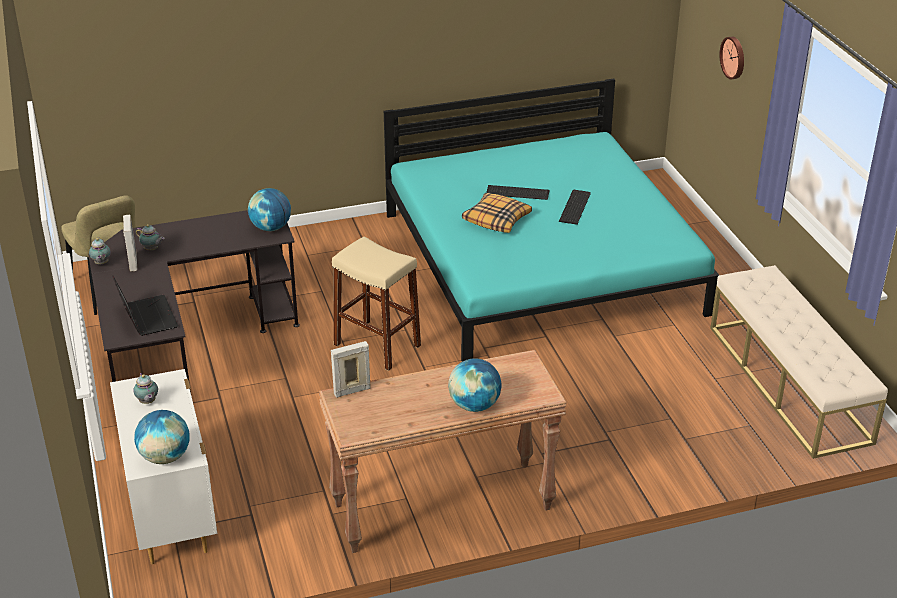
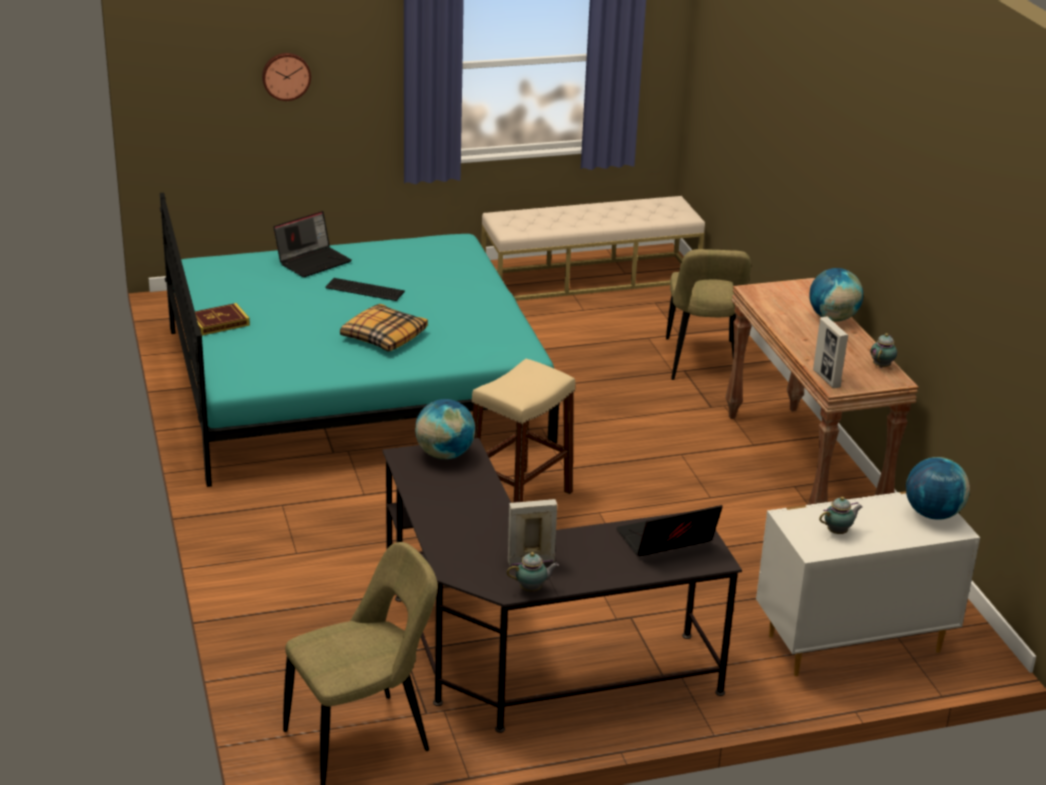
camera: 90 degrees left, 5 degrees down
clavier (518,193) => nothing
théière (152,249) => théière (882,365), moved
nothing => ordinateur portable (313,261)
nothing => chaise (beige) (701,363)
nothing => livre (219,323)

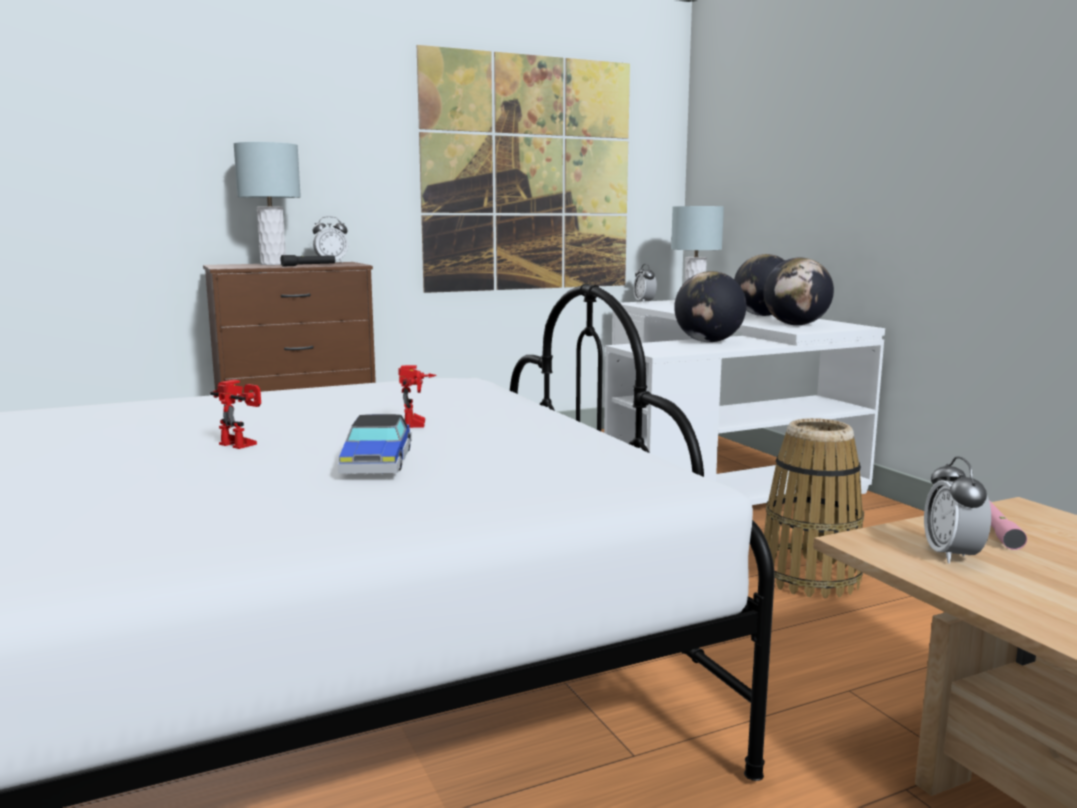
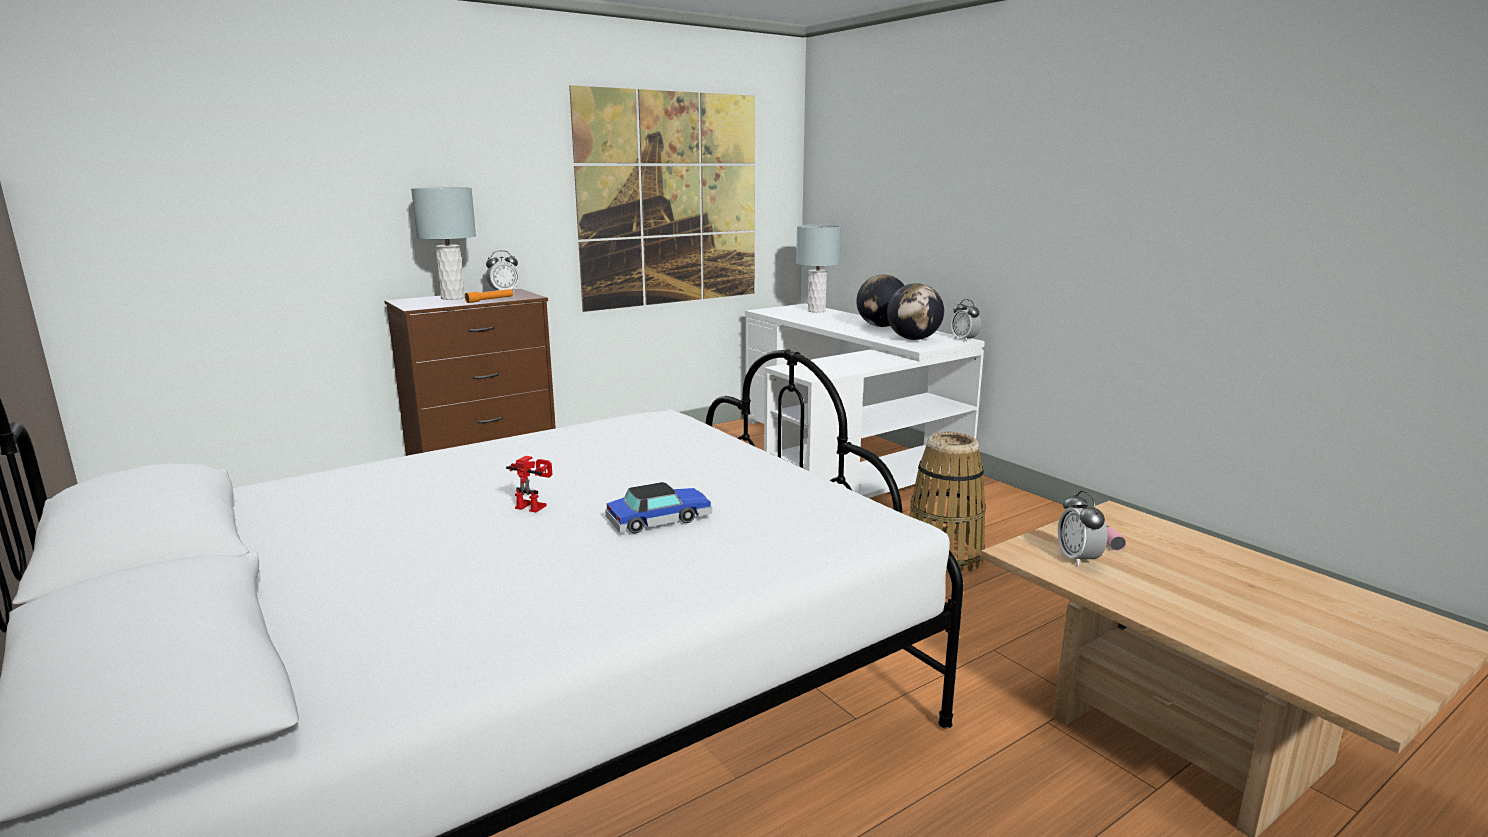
camera: 10 degrees left, 5 degrees up
lampe de poche (noir) (309,265) => lampe de poche (orange) (490,300)
réveil (644,302) => réveil (964,340), moved
globe (708,341) => nothing
robot jouet (418,424) => nothing
petite voiture (377,462) => petite voiture (659,519), 105 degrees counterclockwise

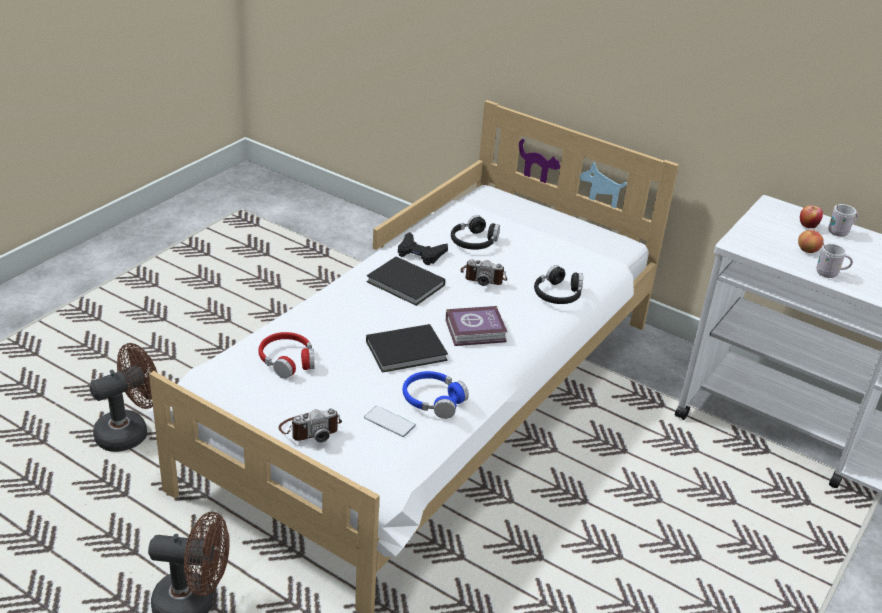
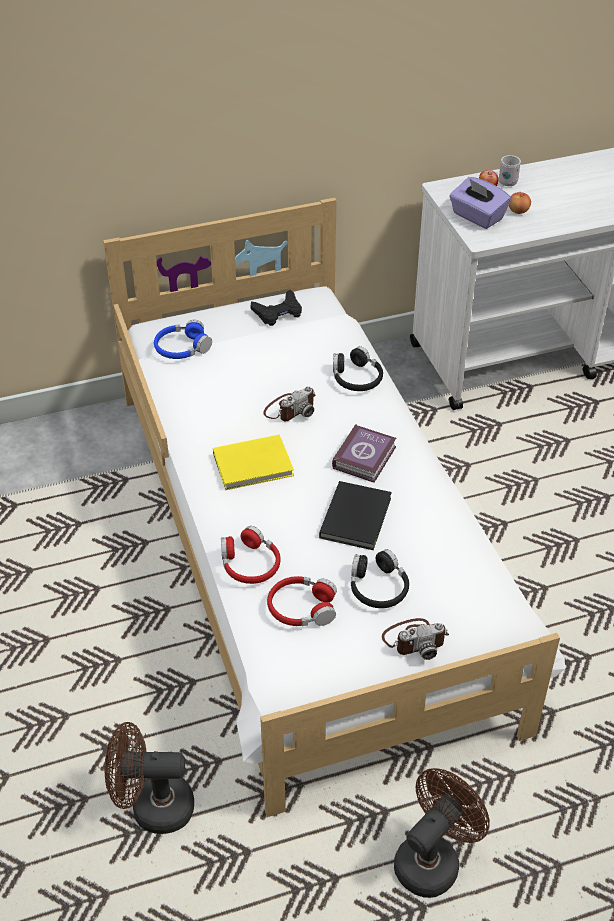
camera: 50 degrees left, 10 degrees up
casque audio (noir) (474,242) => casque audio (noir) (378,587), moved
manette (noir) (420,253) => manette (noir) (278,312), moved
mug (blanc) (830,274) => nothing
livre (noir) (406,285) => livre (jaune) (255,465)
ventilateur (marron) (129,432) => ventilateur (marron) (152,807), 90 degrees counterclockwise
casque audio (bleu) (433,400) => casque audio (bleu) (182,348), moved
téléphone (389,422) => nothing
appareil photo (310,429) => appareil photo (414,639), 60 degrees clockwise
nothing => boîte à mouchoirs (violet) (477,217)
nothing => casque audio (rouge) (249,564)

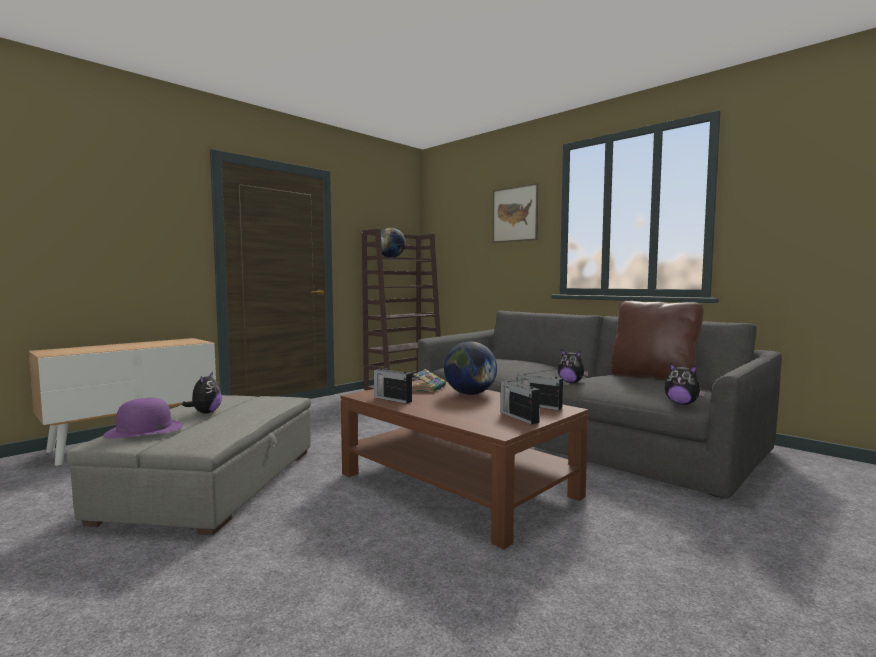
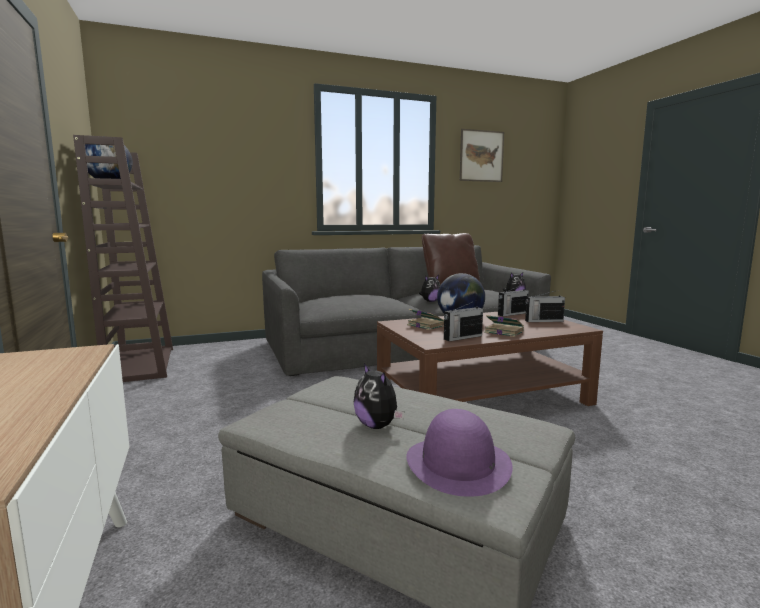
camera: 65 degrees left, 5 degrees up
tableau (515,214) => tableau (481,156), moved
peluche (205,413) => peluche (378,426), 150 degrees counterclockwise
nothing => livre (503,332)

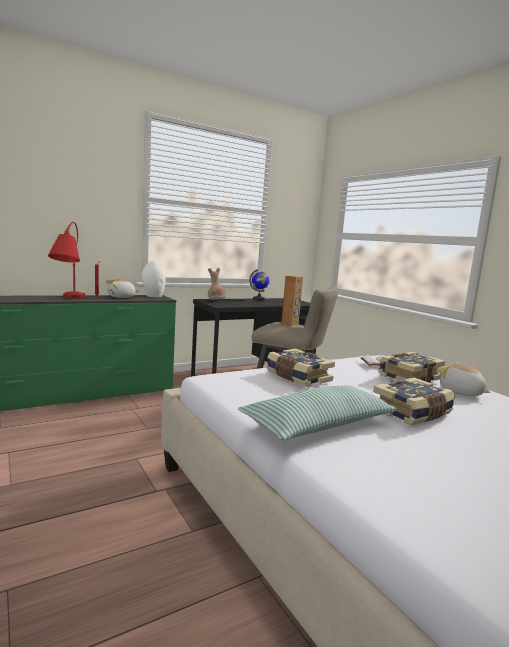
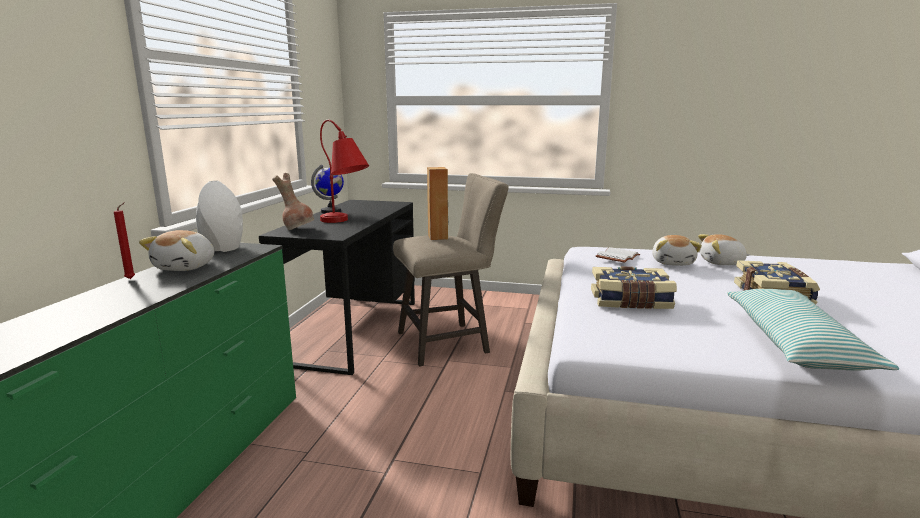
camera: 45 degrees left, 5 degrees up
lampe de table (rouge) (68,298) => lampe de table (rouge) (345,222), moved
livre (408,377) => peluche (673,263)

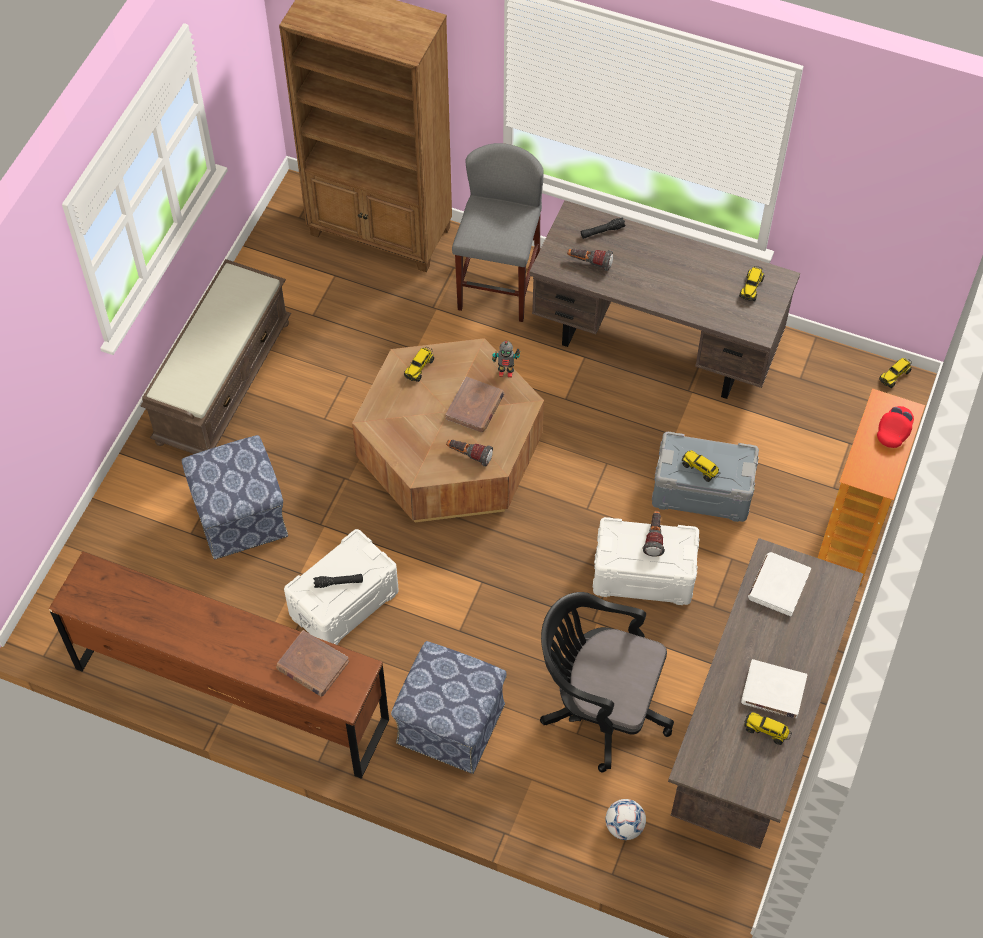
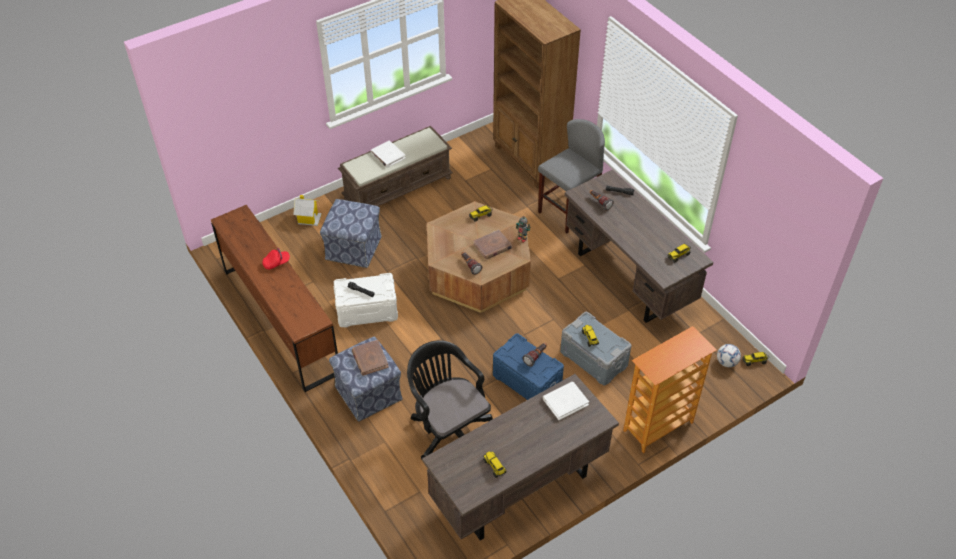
camera: 35 degrees right, 10 degrees down
casquette (rouge) (894,431) => casquette (rouge) (276,263), moved
boîte de rangement (blanc) (643,575) => boîte de rangement (bleu) (526,381)
livre (marron) (312,665) => livre (marron) (370,359), moved
livre (blanc) (773,691) => livre (blanc) (388,156), moved
ballon de foot (624,826) => ballon de foot (726,362), moved
nothing => maison miniature (308,218)

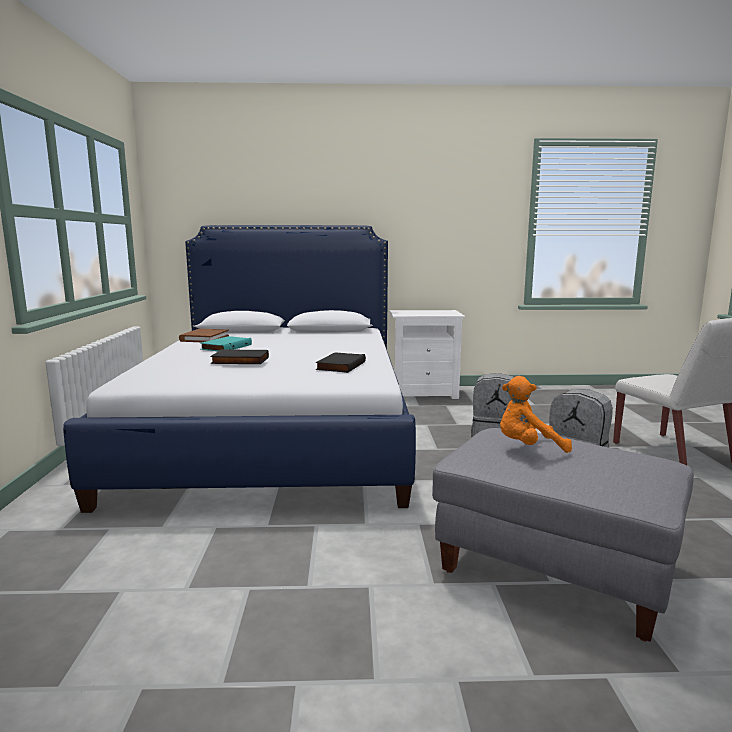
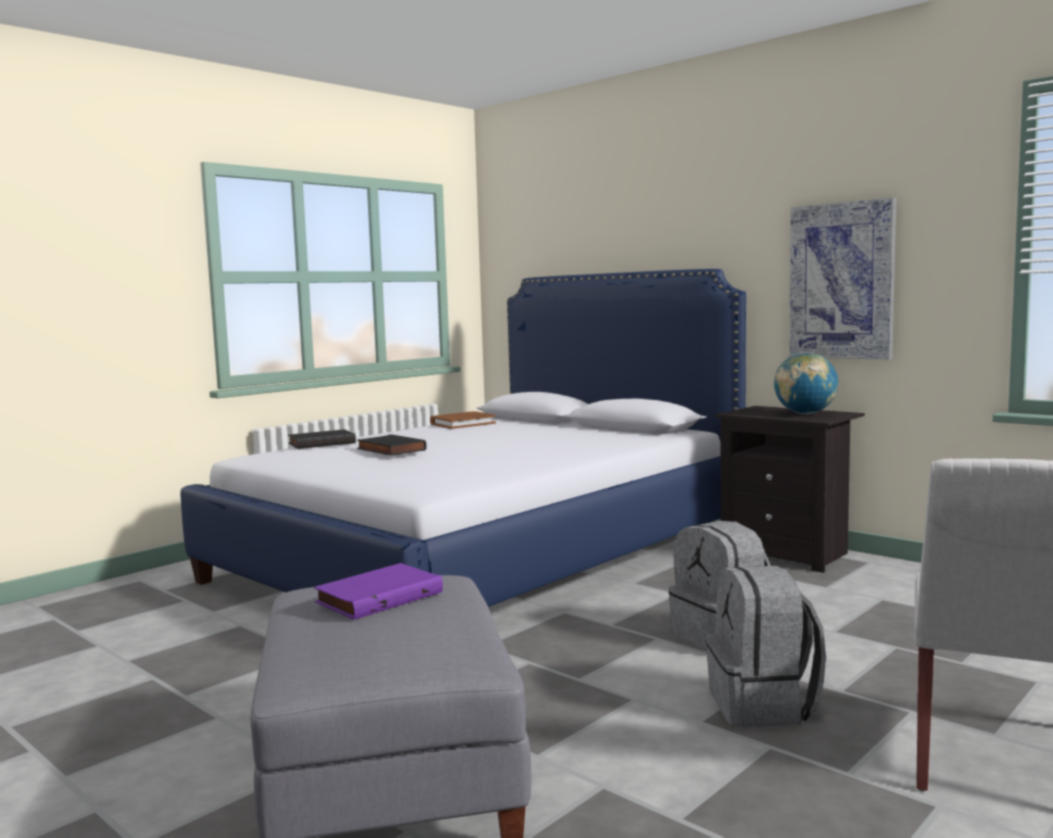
camera: 45 degrees right, 5 degrees down
table de chevet (blanc) (424,393) => table de chevet (noir) (788,553)
livre (turquoise) (226,347) => nothing
livre (noir) (340,365) => livre (noir) (322,443), moved
peluche (orange) (528,447) => livre (violet) (378,597)
nothing => tableau (842,281)
nothing => globe (805,414)

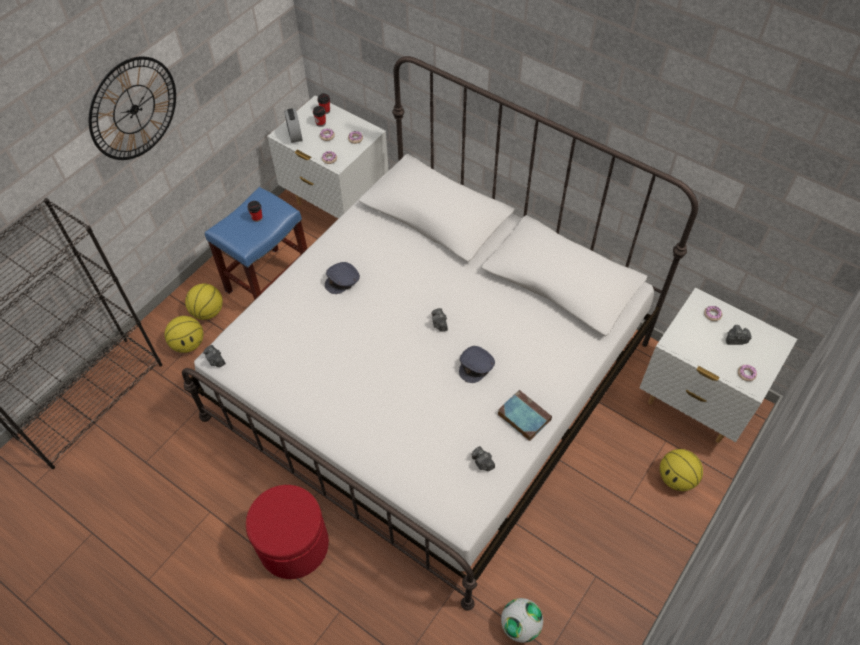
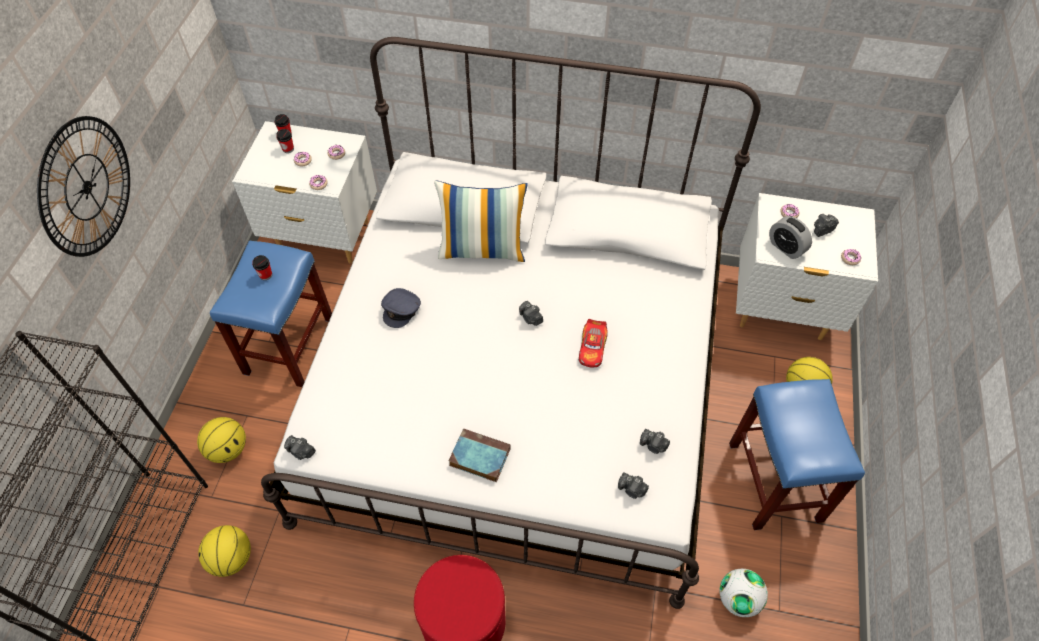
camera: 25 degrees left, 0 degrees up
réveil (295,135) => réveil (786,247), moved
ballon de basket (207,312) => ballon de basket (231,559), moved
casquette (gris) (476,366) => petite voiture (592,348)
livre (523,416) => livre (478,457), moved
nothing => coussin (482,249)
nothing => tabouret (bleu) (773,481)
nothing => appareil photo (632,489)

